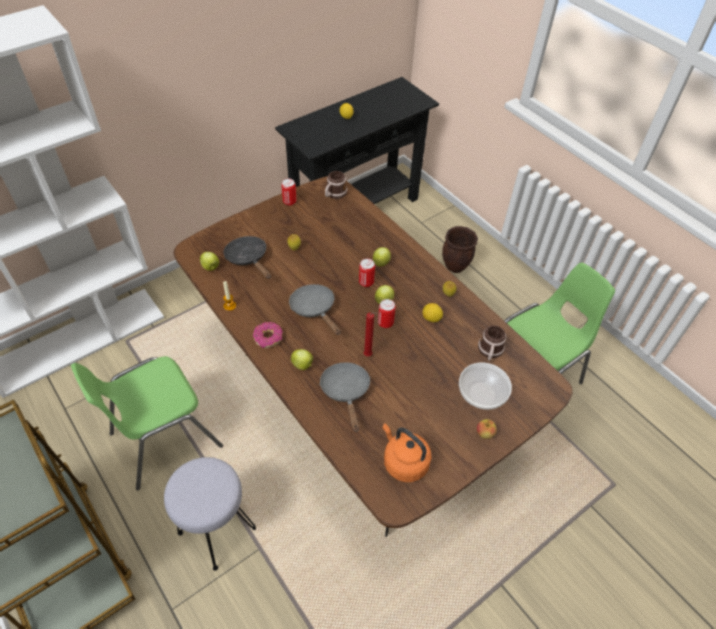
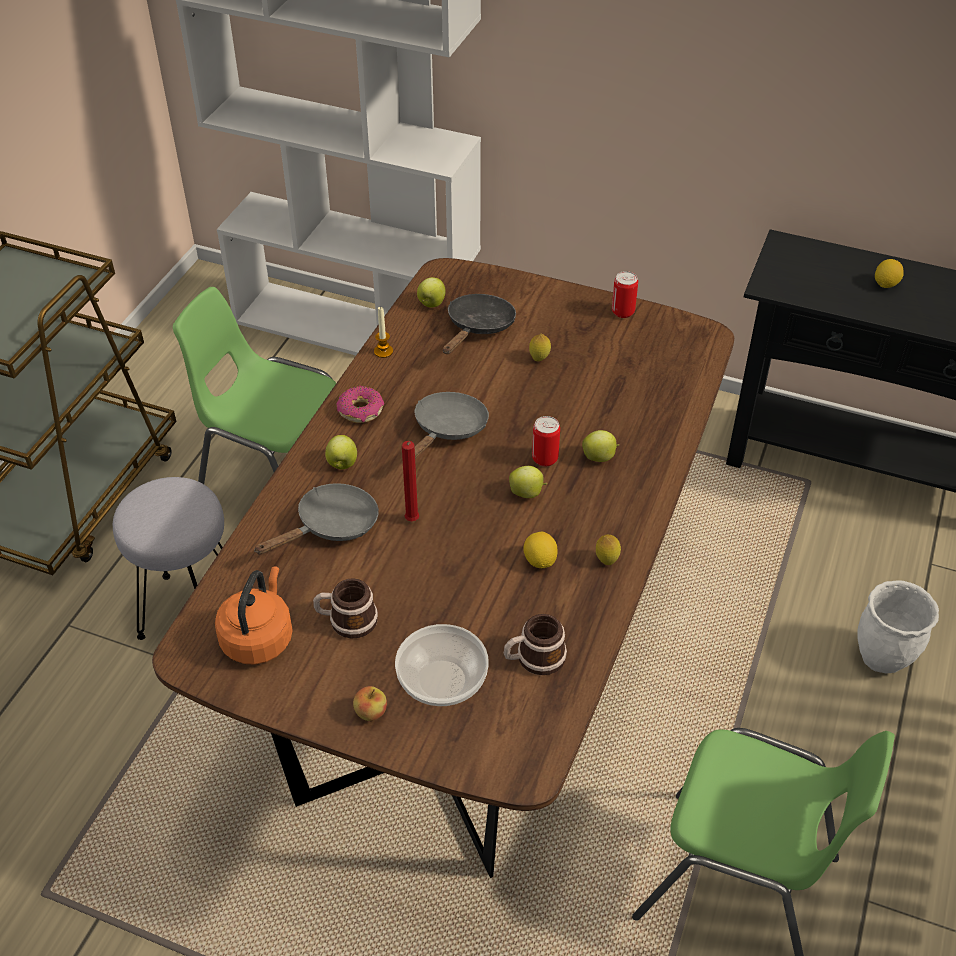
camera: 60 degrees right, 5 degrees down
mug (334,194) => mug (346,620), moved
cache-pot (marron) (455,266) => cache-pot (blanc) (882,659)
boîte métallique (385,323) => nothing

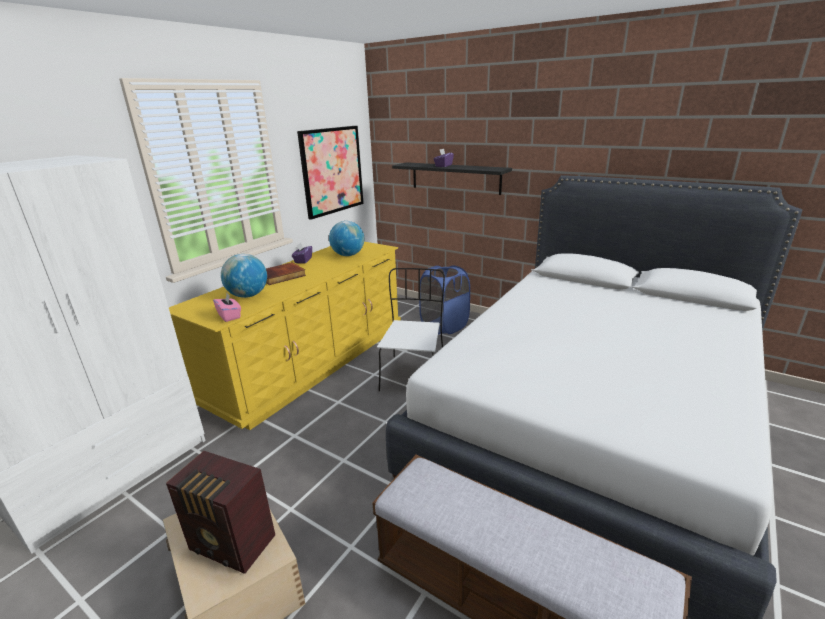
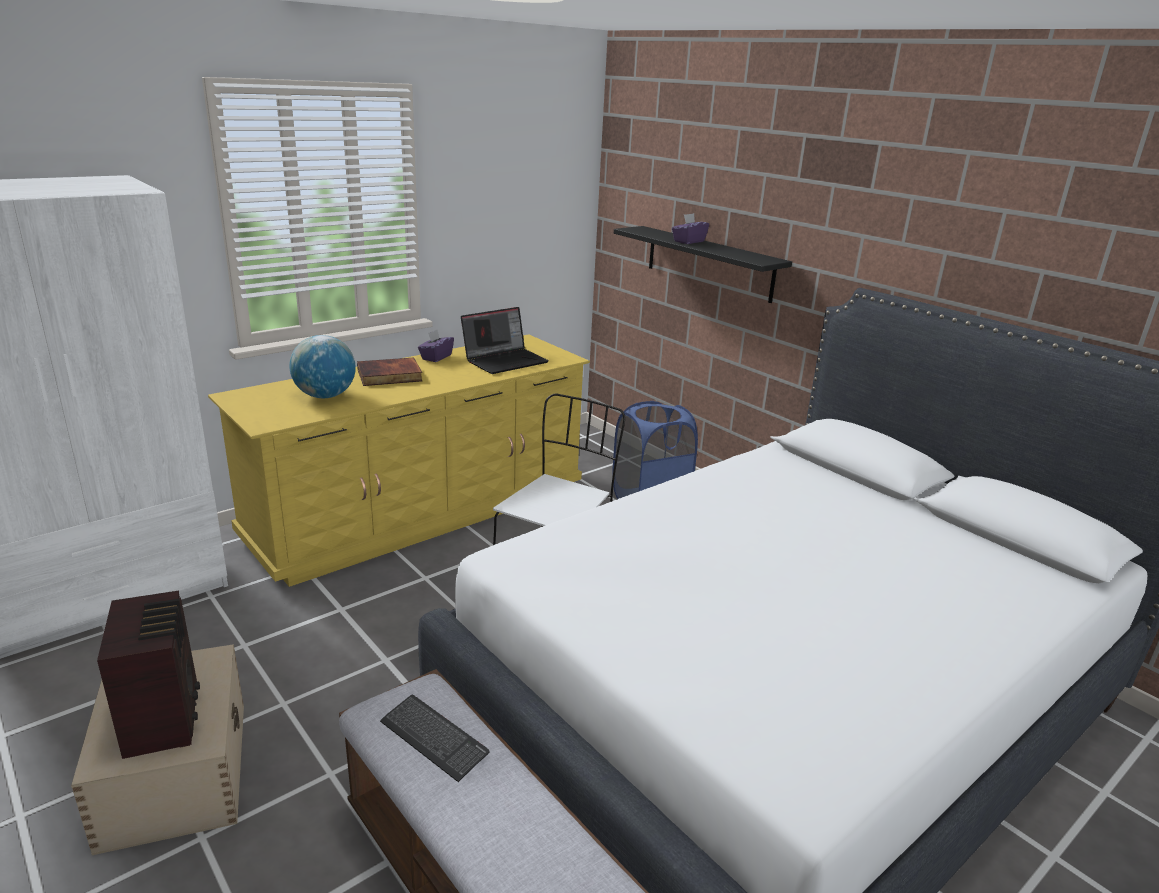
camera: 15 degrees right, 0 degrees up
tableau (332,171) => nothing
globe (348,255) => ordinateur portable (505,360)
boîte à mouchoirs (rose) (229,316) => nothing
radio (233,545) => radio (164,717), 150 degrees counterclockwise
nothing => clavier (434,738)

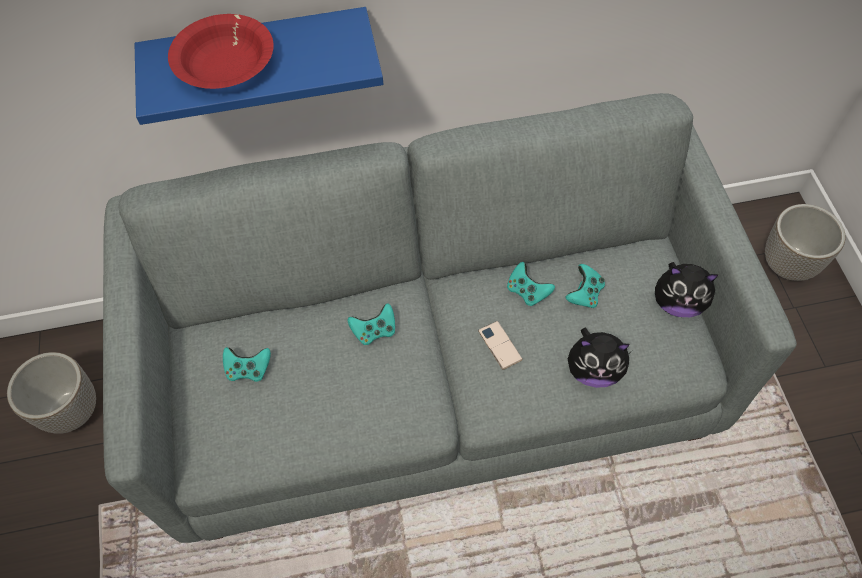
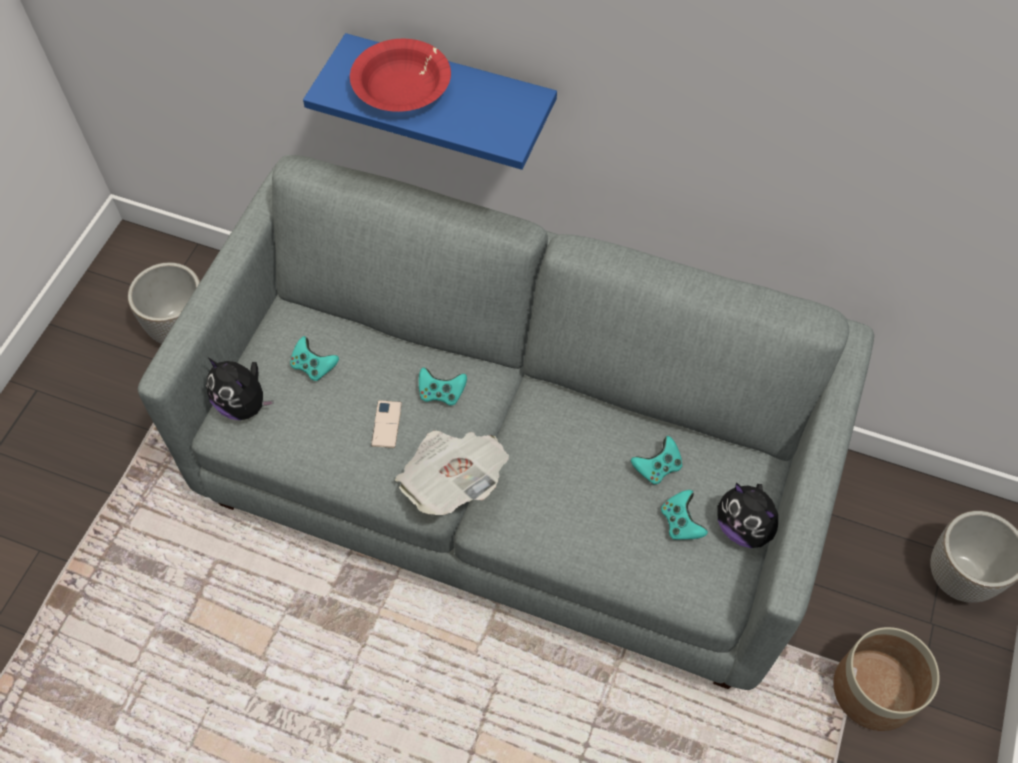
camera: 30 degrees right, 0 degrees up
manette (turquoise) (527,291) => manette (turquoise) (681,522), moved
téléphone (500,345) => téléphone (386,424), moved
peluche (593,370) => peluche (244,404), moved
nothing => journal (451,480)
nothing => cache-pot (874,690)

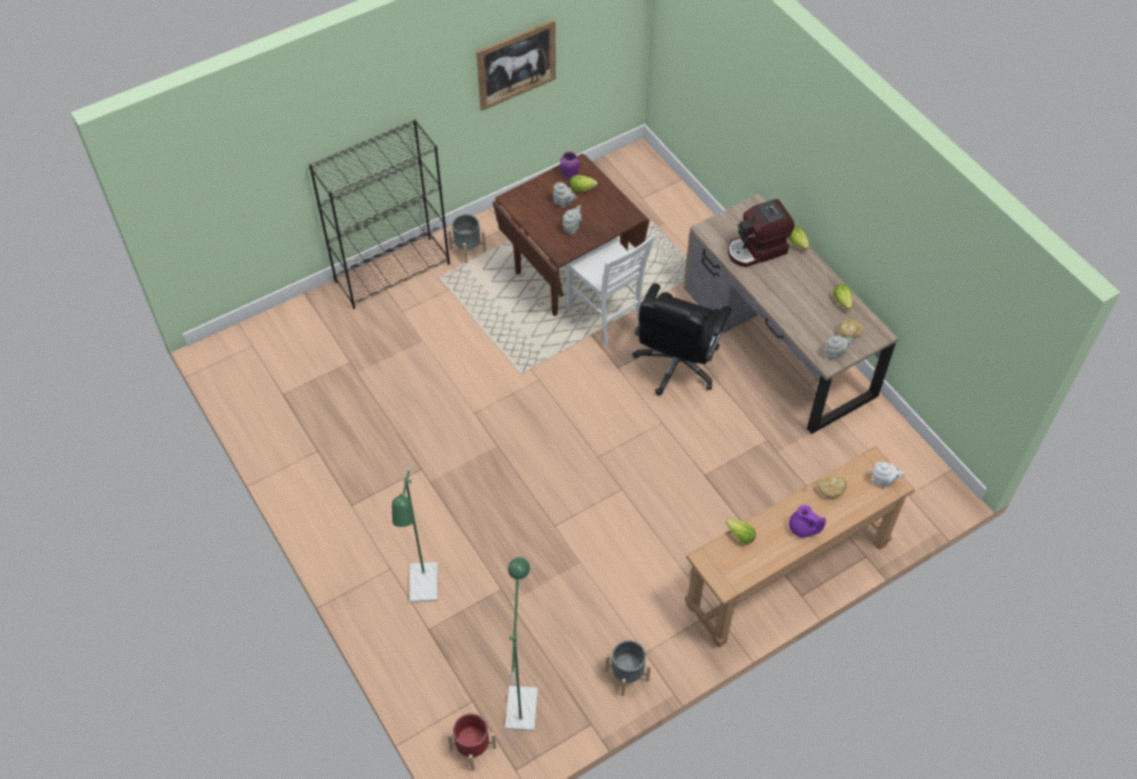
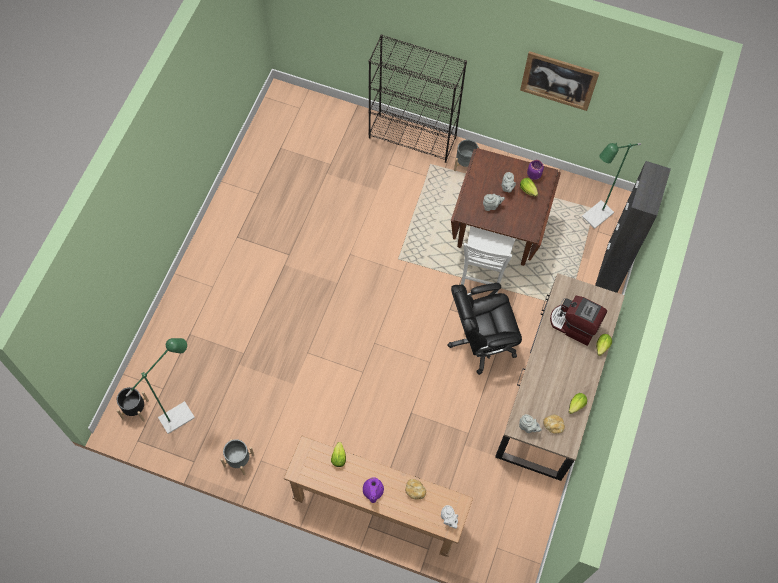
camera: 50 degrees right, 10 degrees up
lampadaire (vert) (424,590) => lampadaire (vert) (593,218), moved
cache-pot (rouge) (473,747) => cache-pot (noir) (135,409)
nothing => meuble de rangement (noir) (612,268)

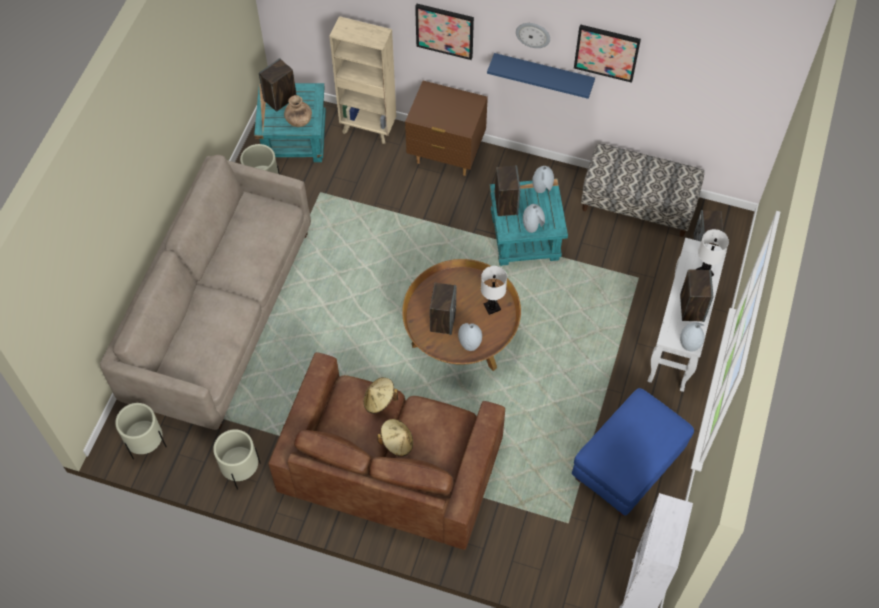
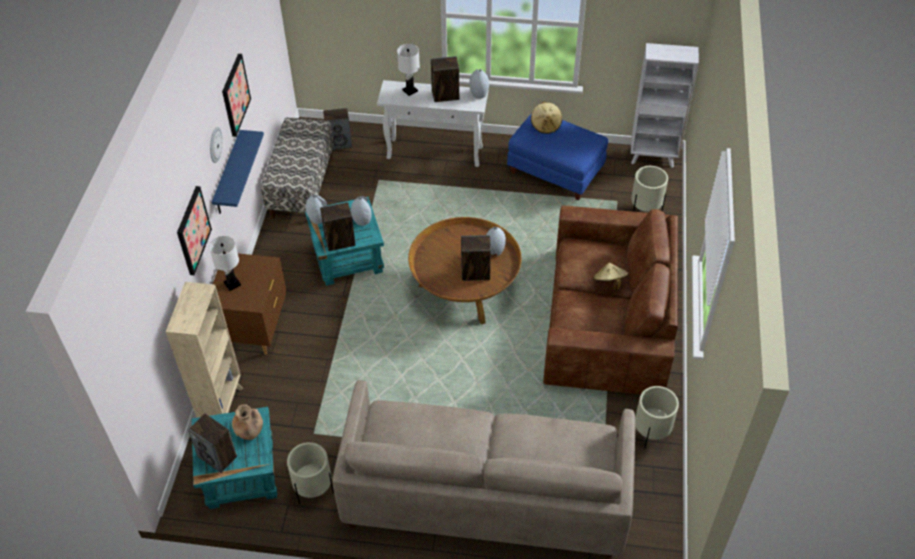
camera: 100 degrees left, 10 degrees down
lampe de table (blanc) (492,307) => lampe de table (blanc) (232,284), moved
chapeau (beige) (379,401) => chapeau (beige) (546,125), moved
cache-pot (beige) (147,444) => cache-pot (beige) (645,211), moved

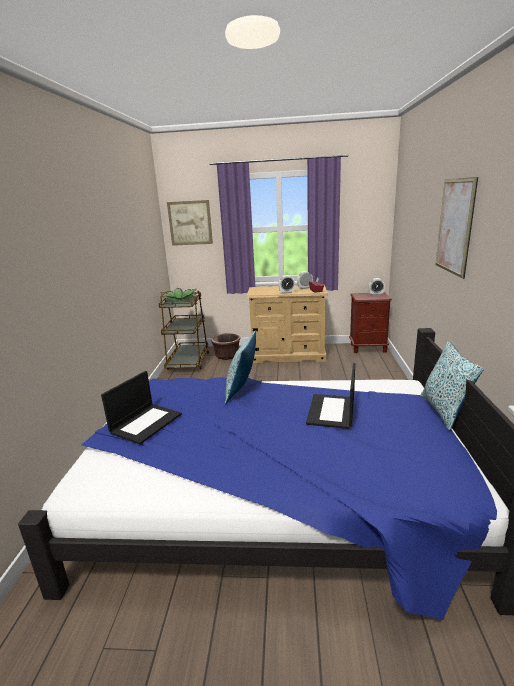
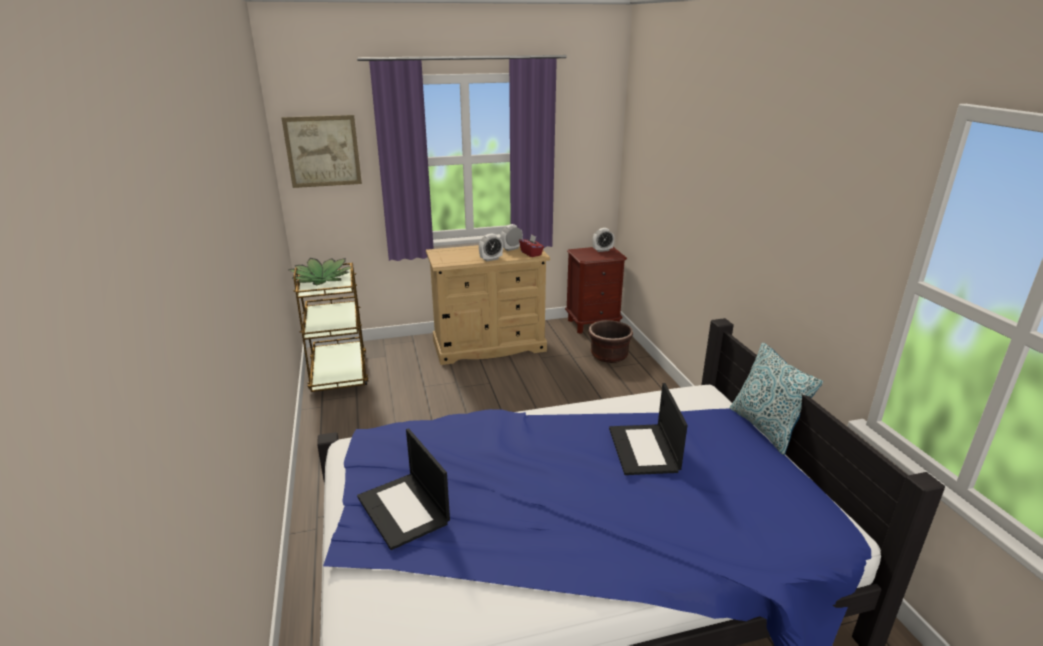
camera: 20 degrees left, 5 degrees up
tableau (454,226) => nothing
coussin (242,390) => nothing
cache-pot (marron) (227,356) => cache-pot (marron) (609,356), moved
ordinateur portable (146,423) => ordinateur portable (404,510), 135 degrees clockwise

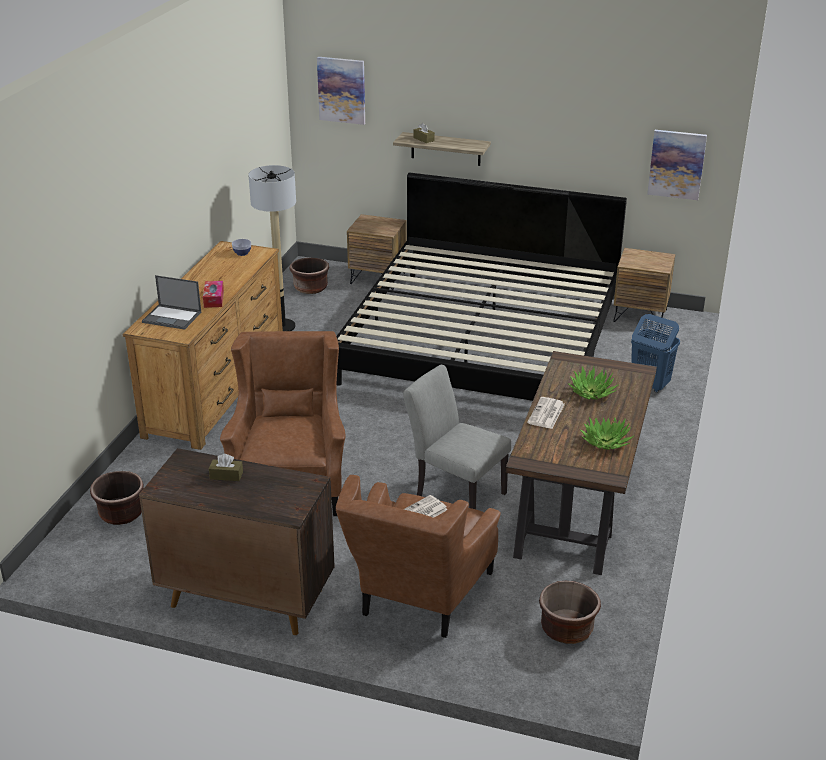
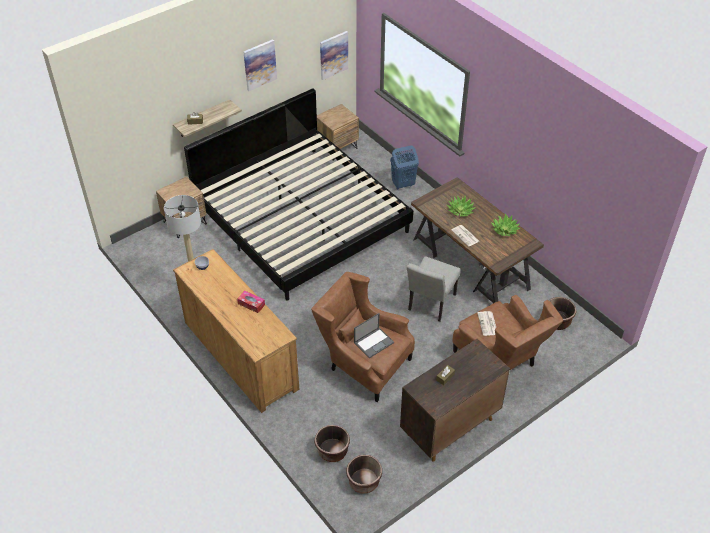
camera: 55 degrees left, 15 degrees up
tableau (342,90) => tableau (259,65), moved
cache-pot (marron) (310,288) => cache-pot (marron) (364,482), moved
ordinateur portable (172,317) => ordinateur portable (374,342), moved
chaise (gris) (455,493) => chaise (gris) (430,305), 45 degrees counterclockwise

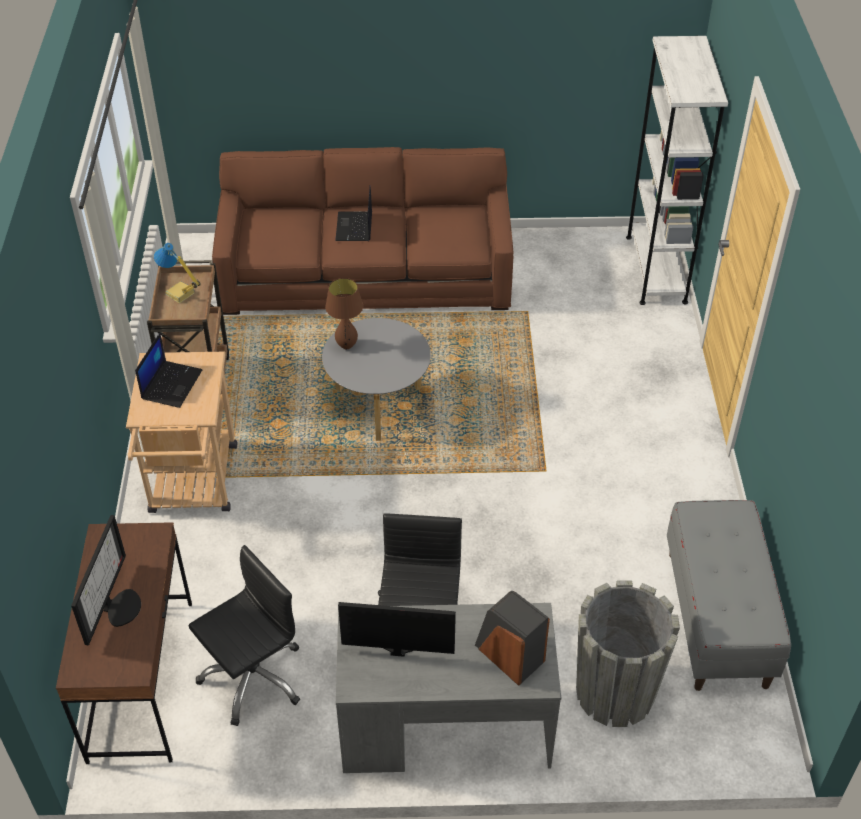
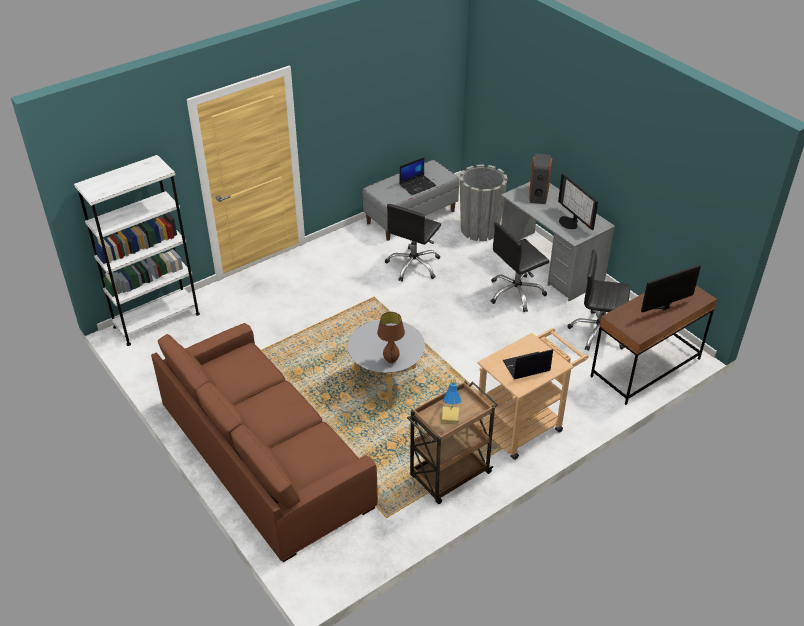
camera: 125 degrees left, 5 degrees down
ordinateur portable (355,227) => ordinateur portable (417,185), moved
nothing => chaise de bureau (noir) (413,265)

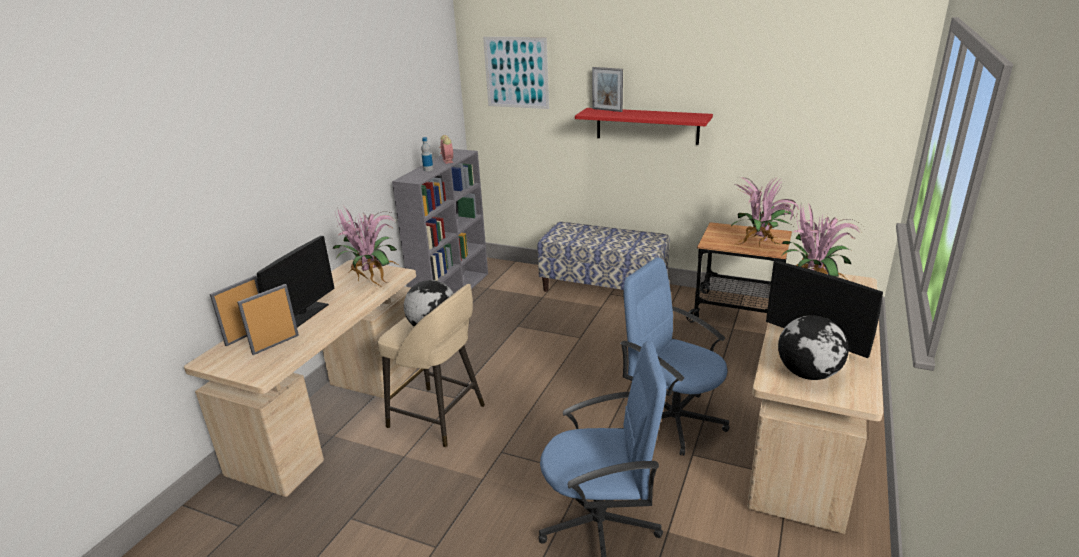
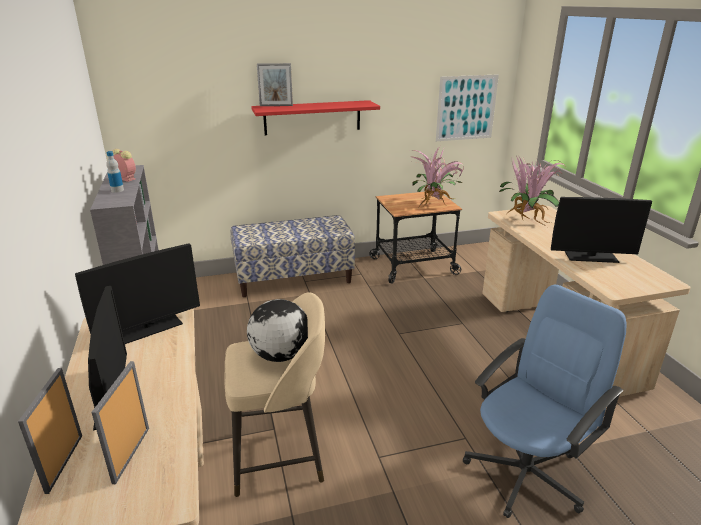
camera: 40 degrees left, 0 degrees up
tableau (516,72) => tableau (466,108), moved
plante en pot (371,278) => écran d'ordinateur (149,328)
chaise de bureau (bleu) (673,419) => nothing
globe (808,374) => nothing

